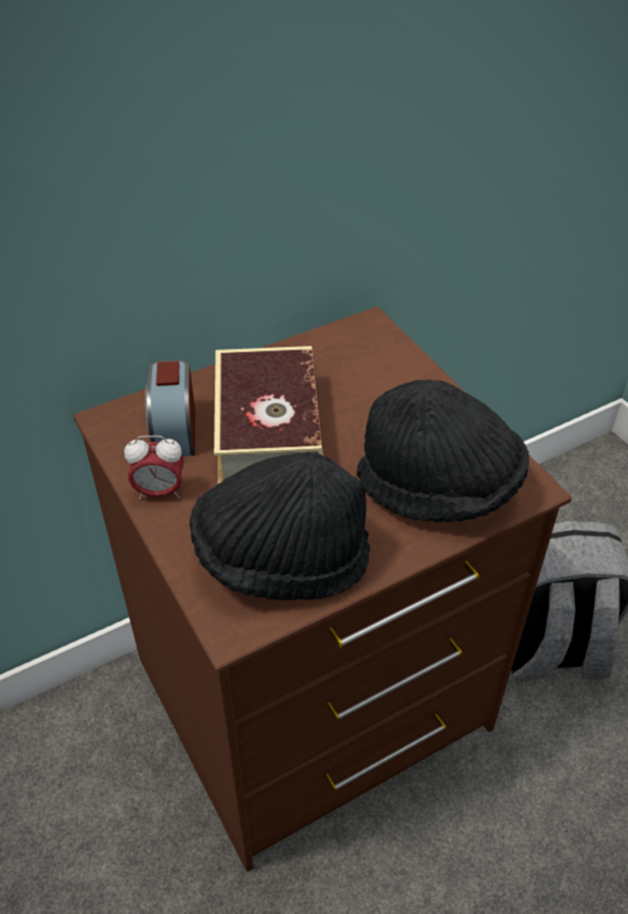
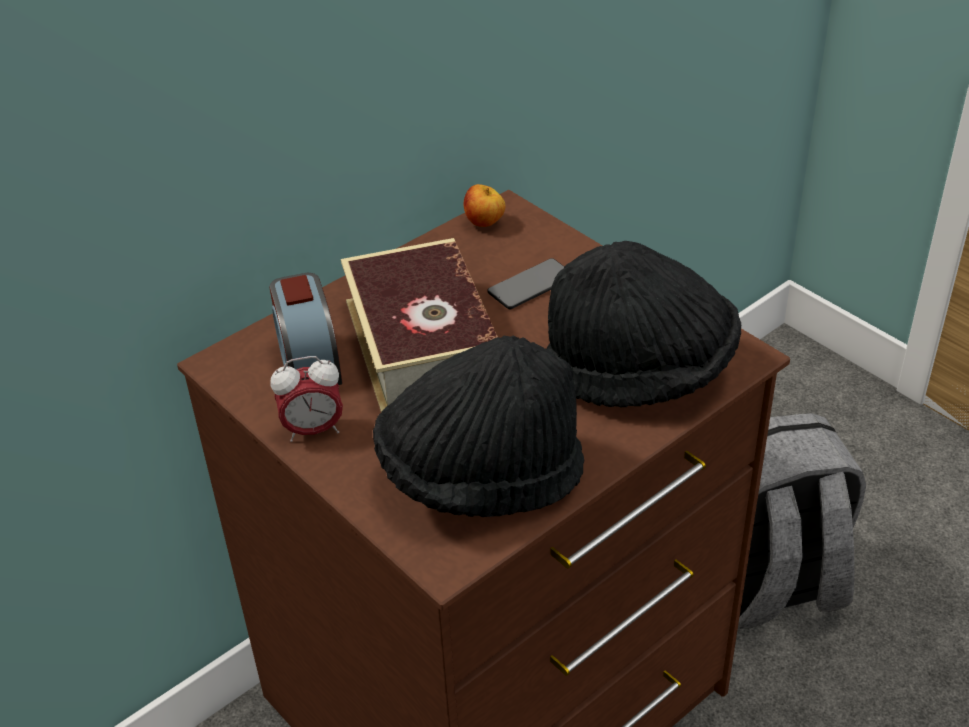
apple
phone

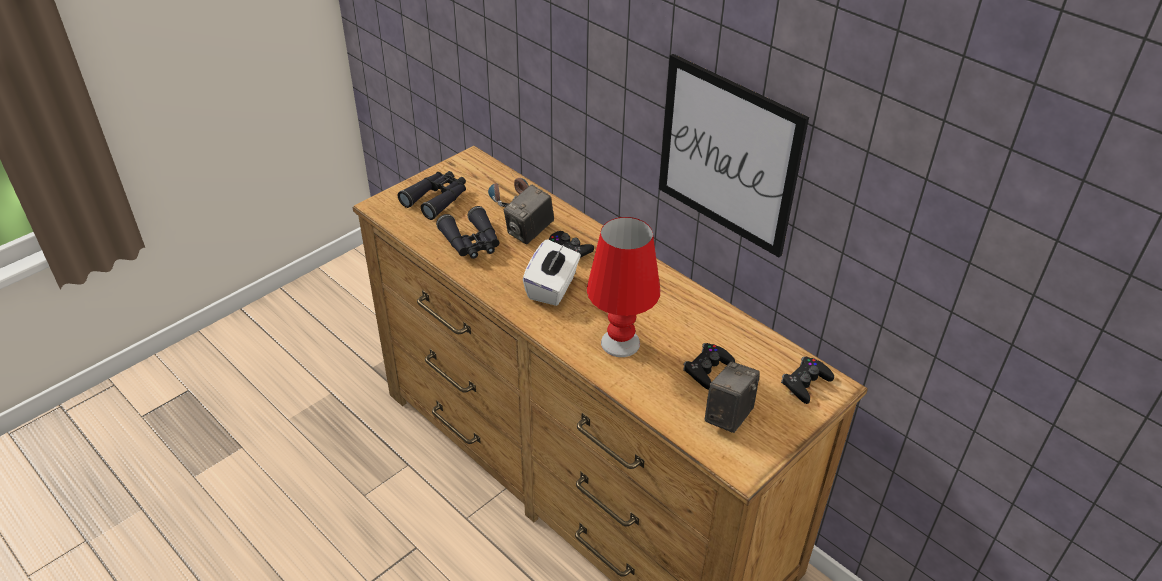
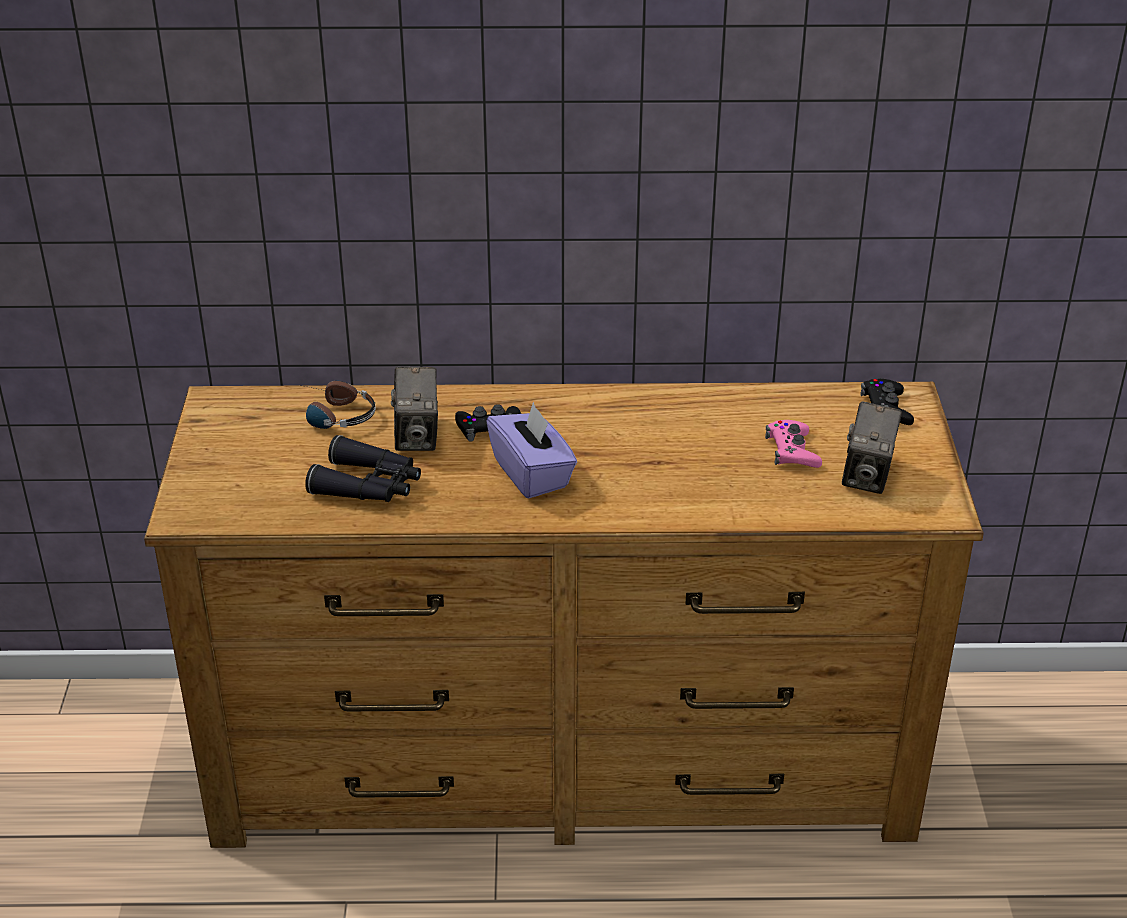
black_binoculars (1st from left in the first image)
red_table_lamp
picture
purple_tissue_box
pink_game_controller
photo_camera (2nd from left)

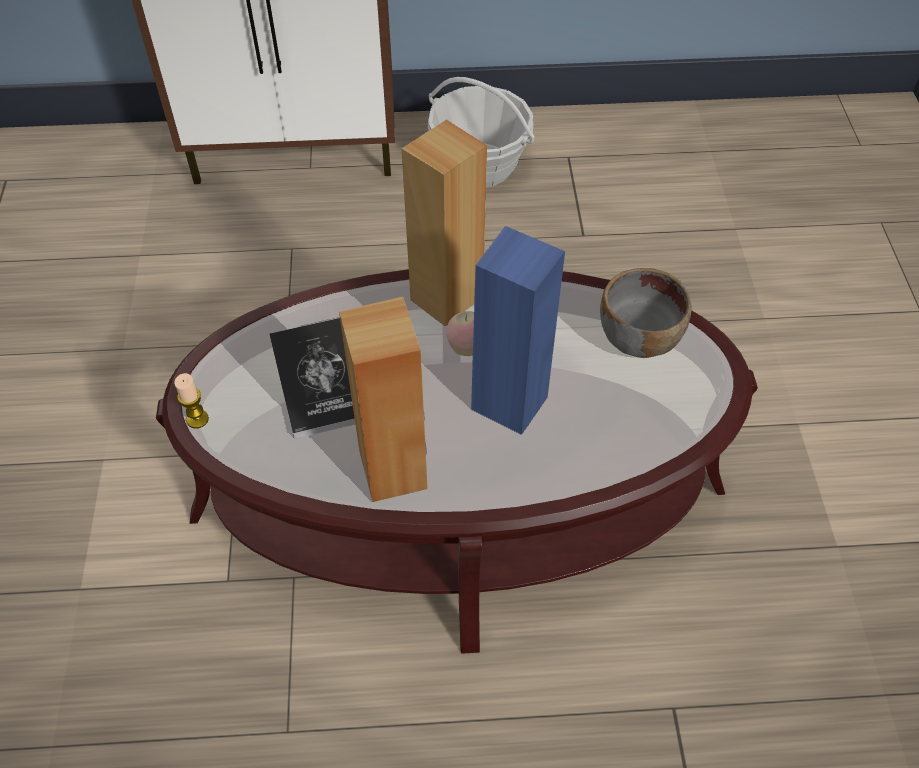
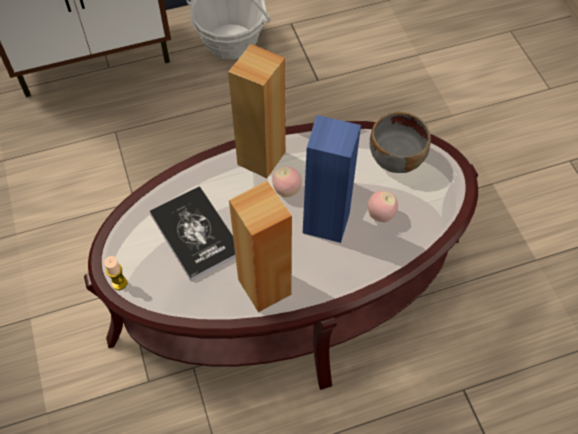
apple (2nd from left)

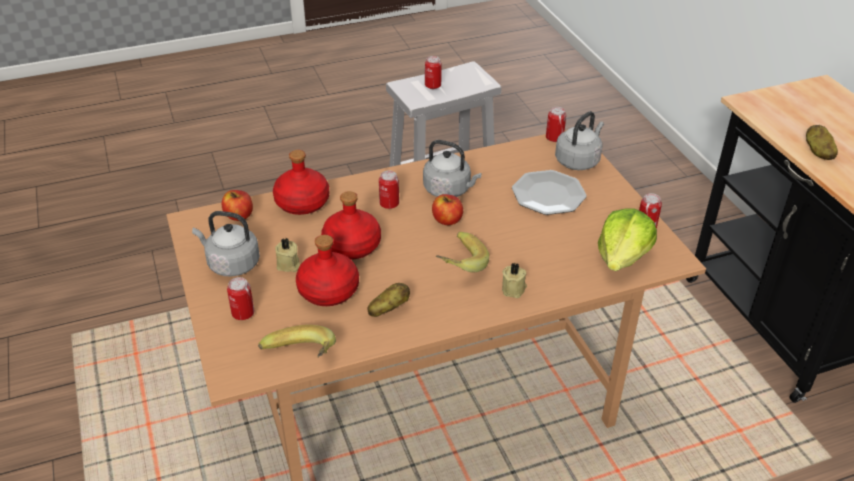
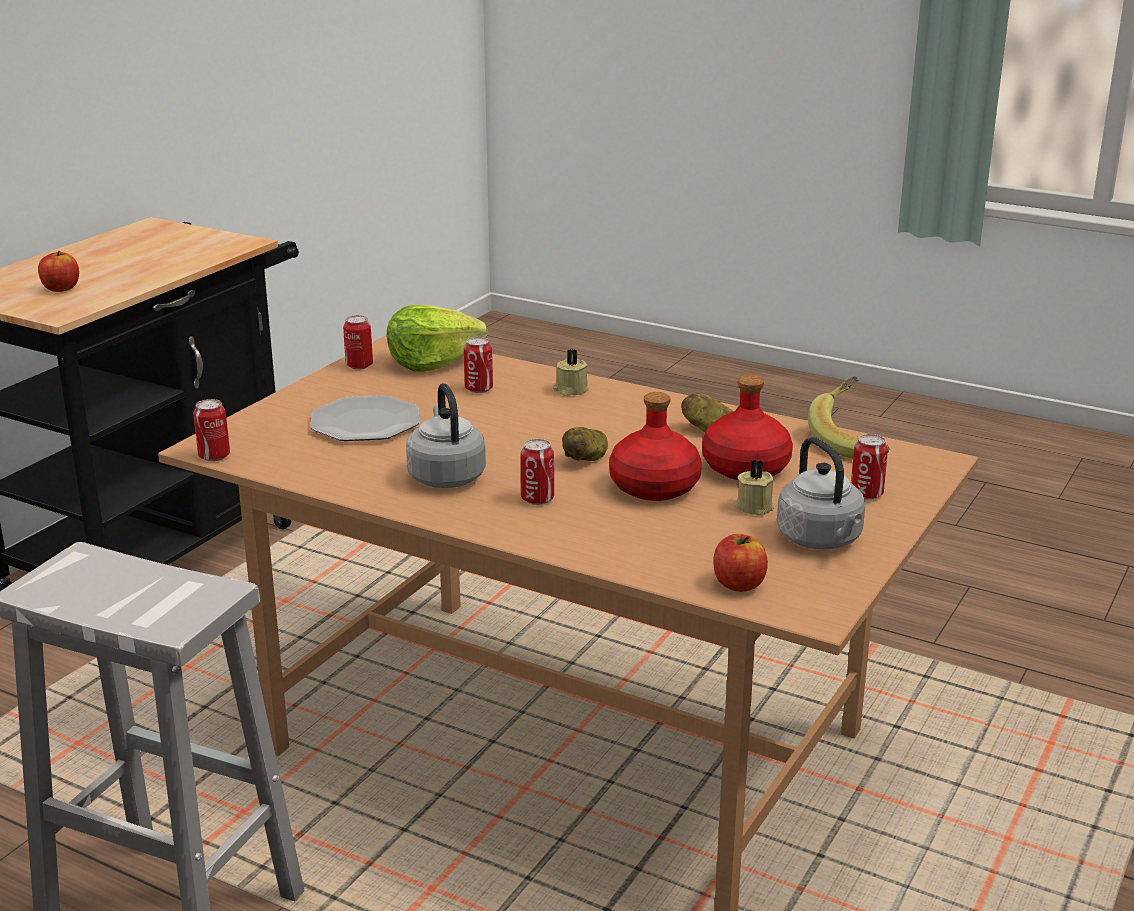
red_bottle (1st from left in the first image)
banana (2nd from left in the first image)
grey_kettle (3rd from left in the first image)
can (3rd from left)
apple (1st from left)
potato (1st from left)

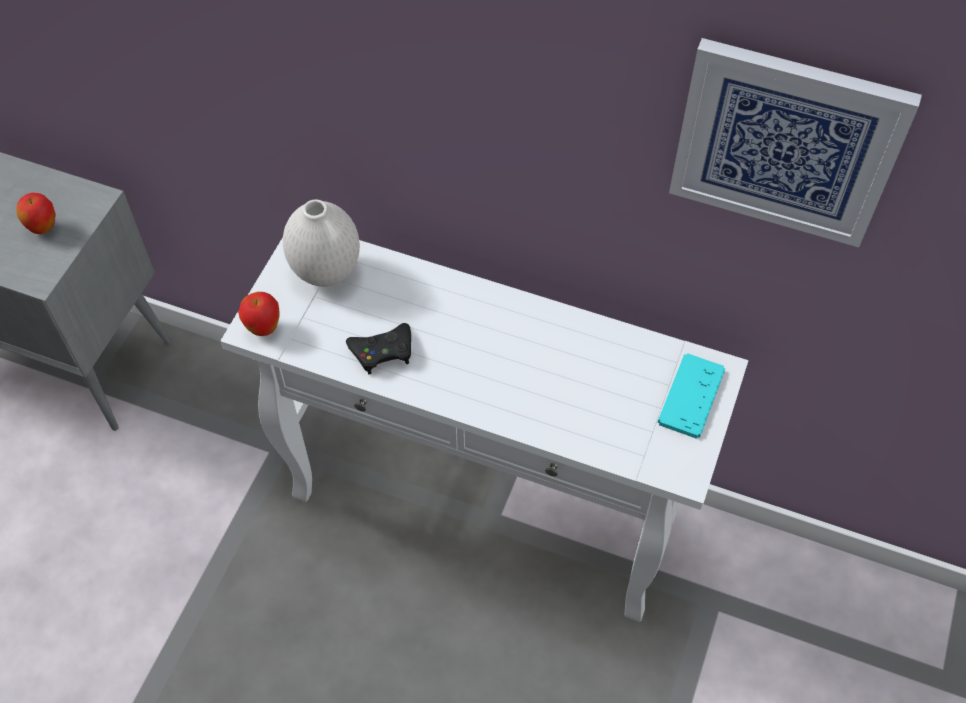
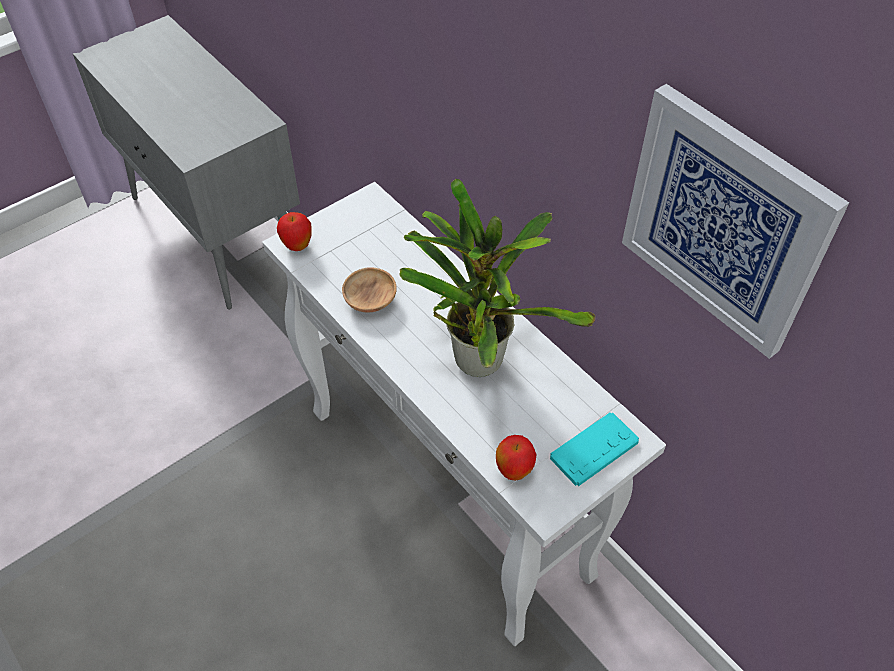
white_vase
potted_plant
apple (2nd from left)
brown_bowl

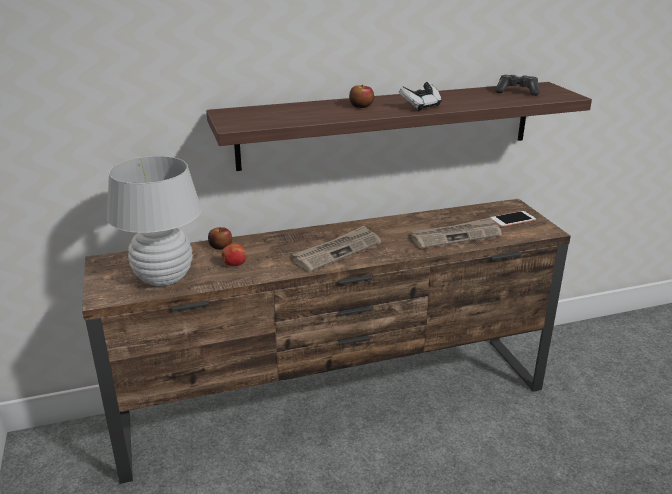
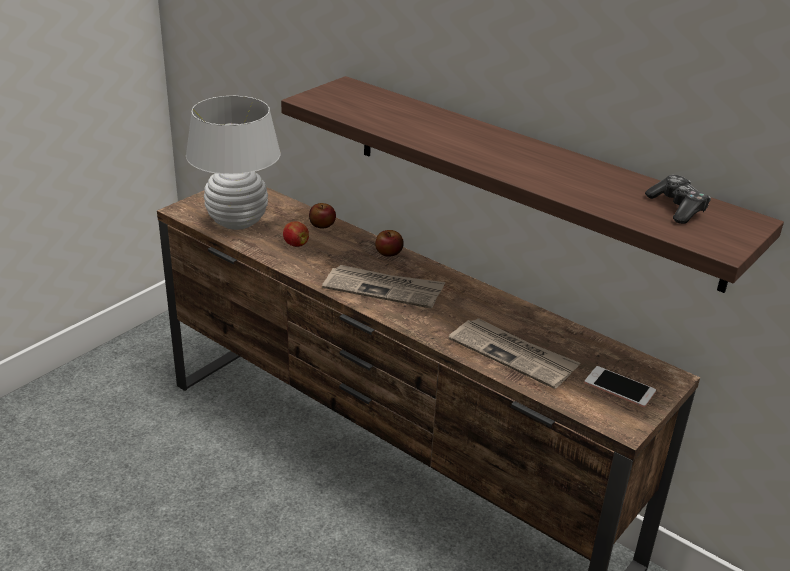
game_controller (1st from left in the first image)
apple (3rd from left)

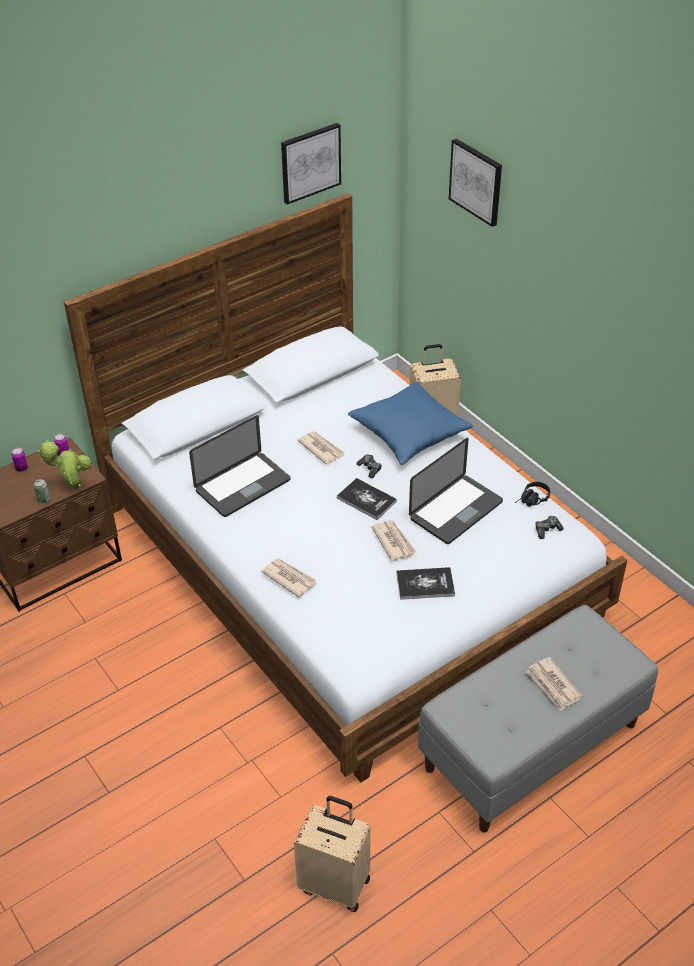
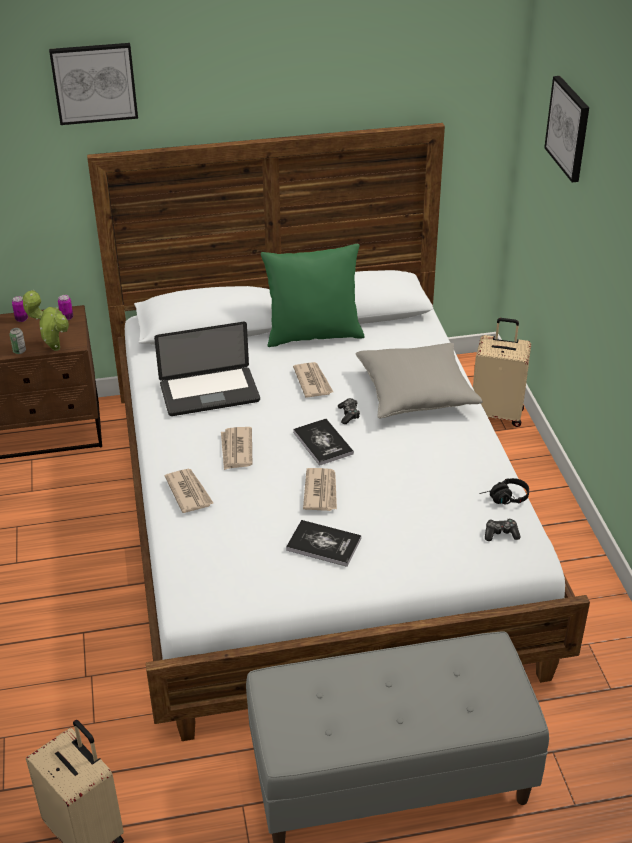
laptop (2nd from left in the first image)
green_pillow
picture (1st from left)
newspaper (2nd from left)
grey_pillow

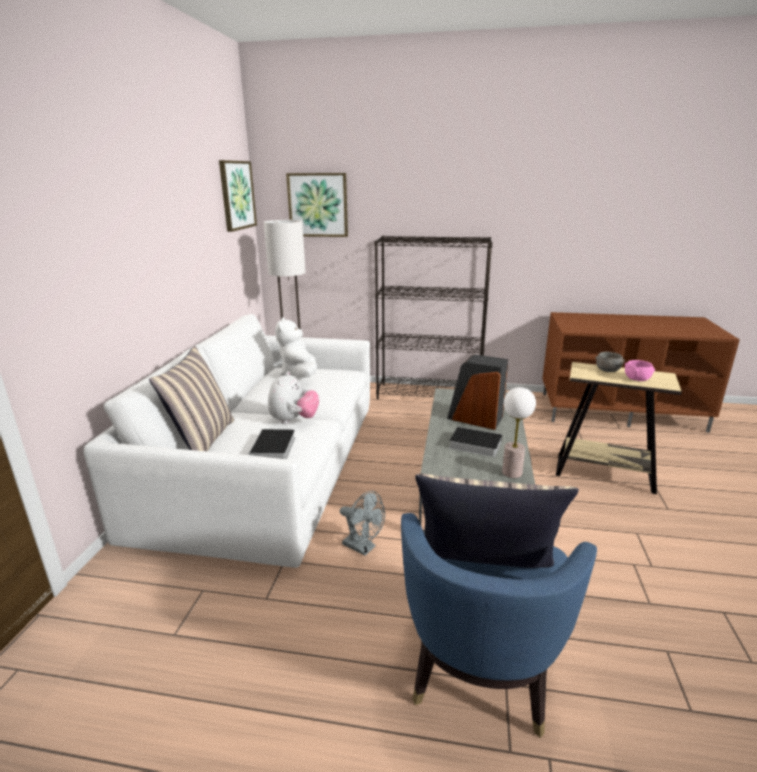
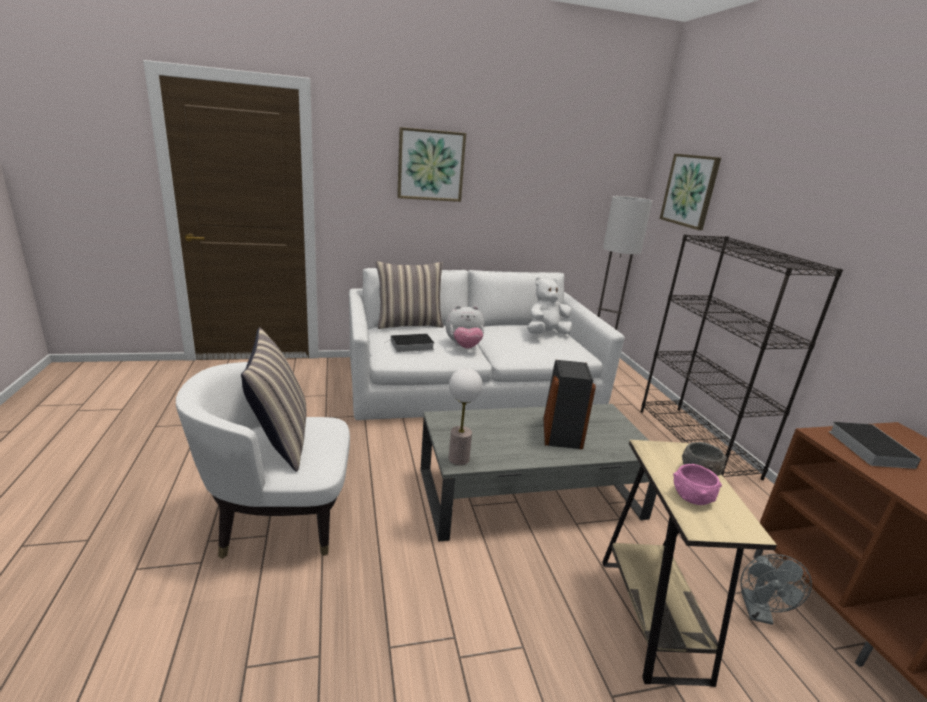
picture (1st from left)
grey_fan
book (2nd from left)
white_armchair

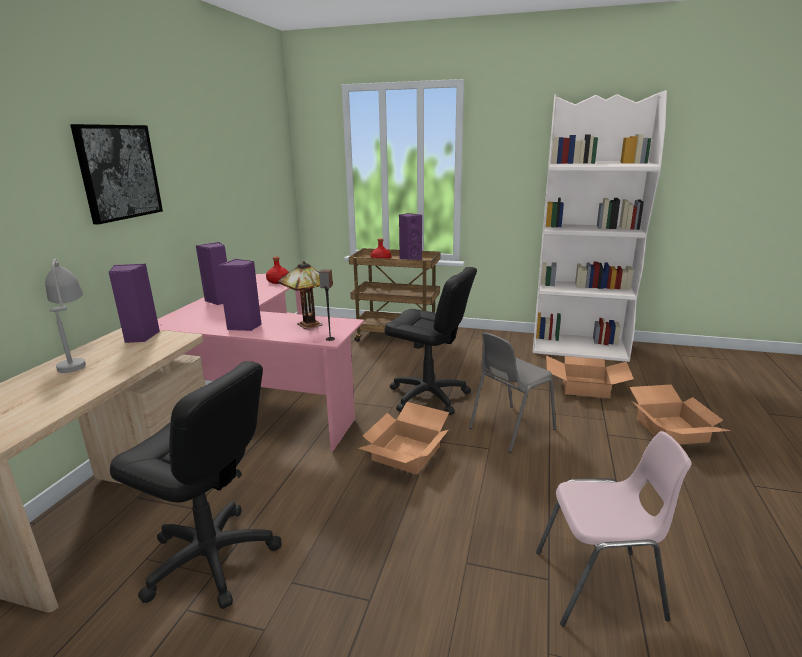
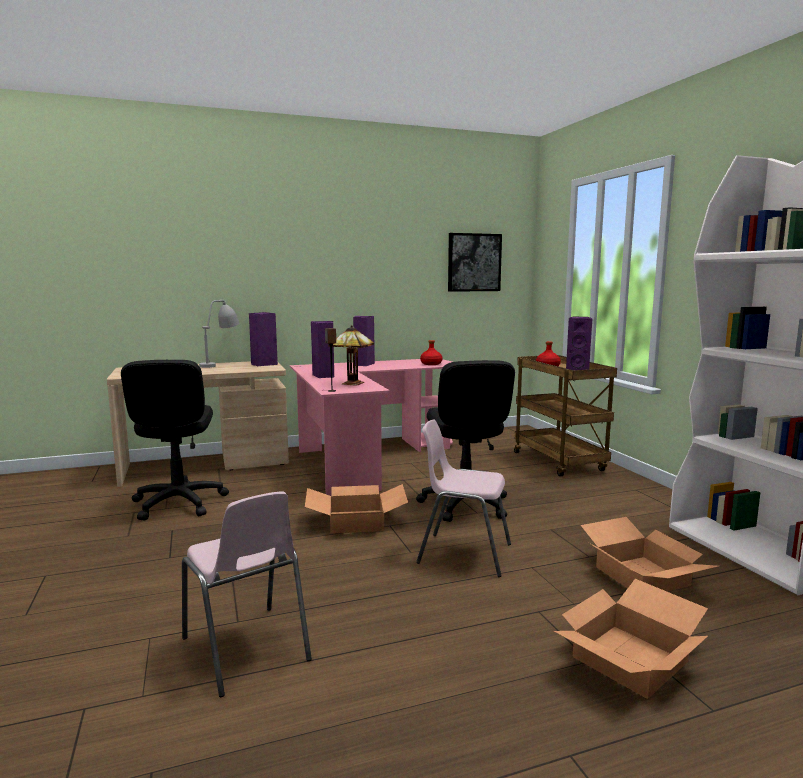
picture
pink_chair (2nd from left)

